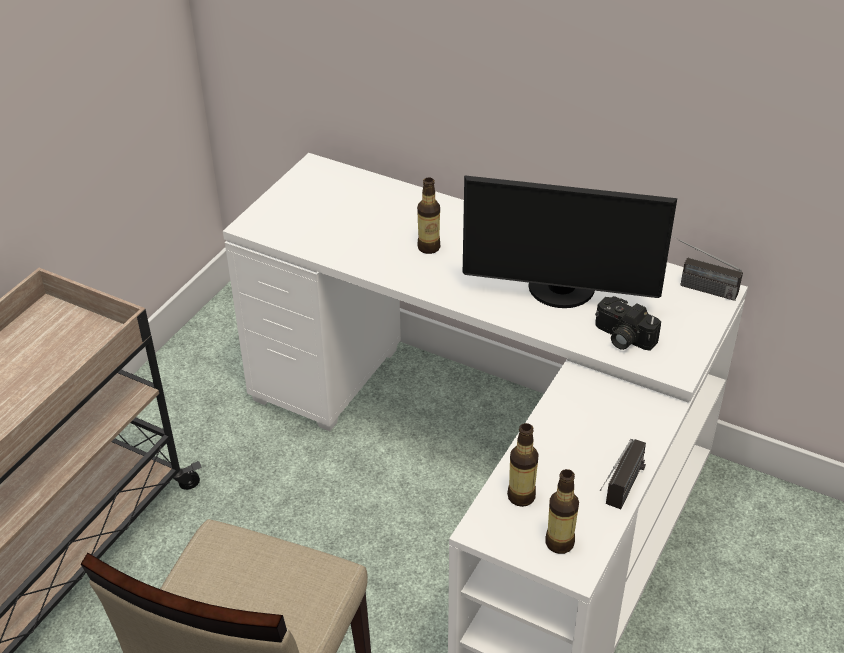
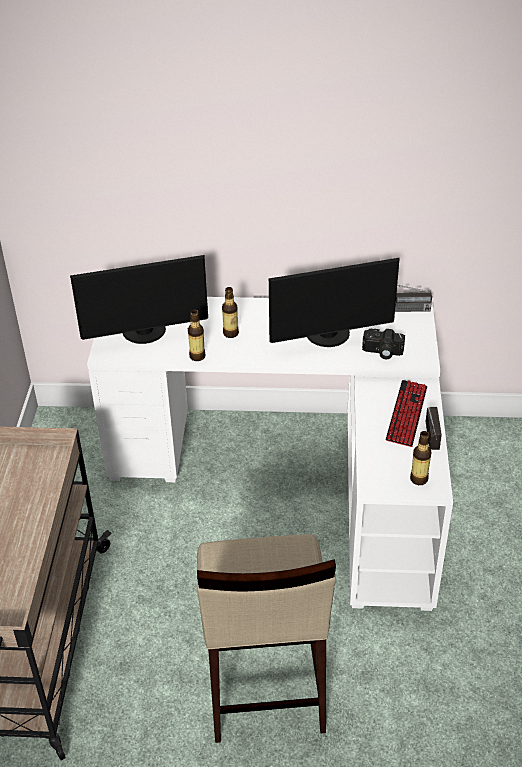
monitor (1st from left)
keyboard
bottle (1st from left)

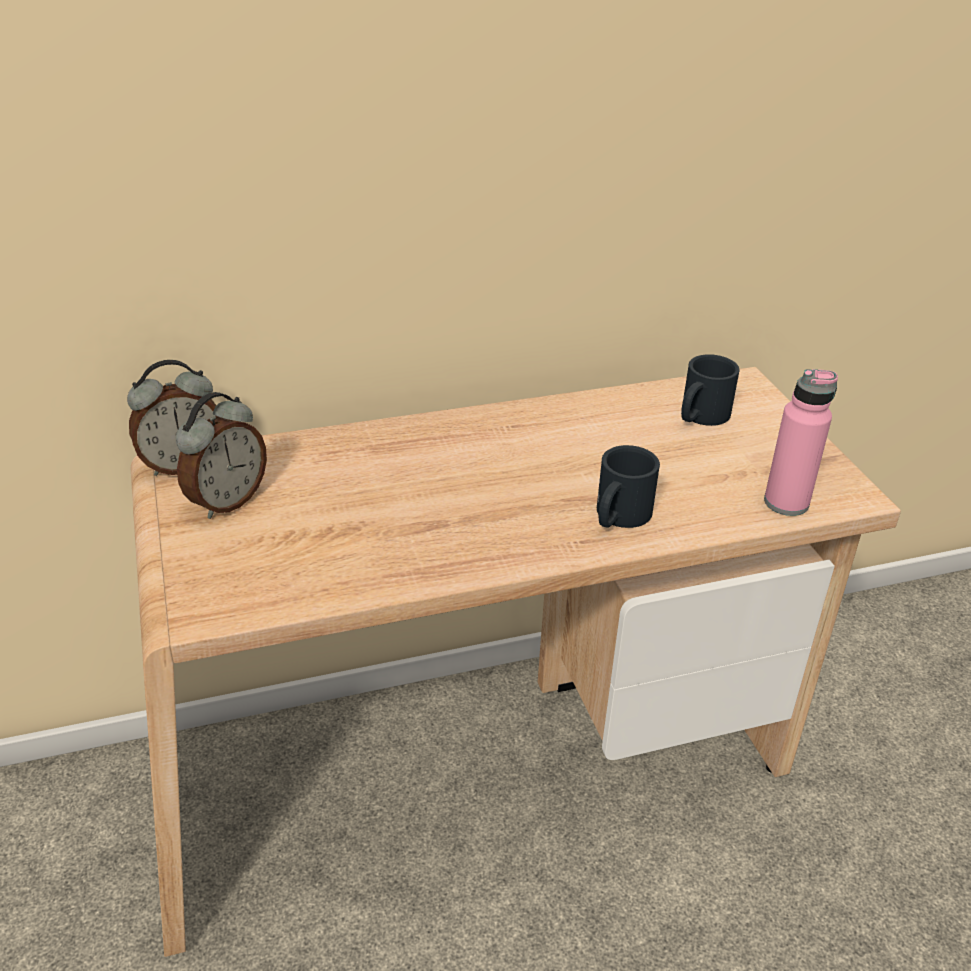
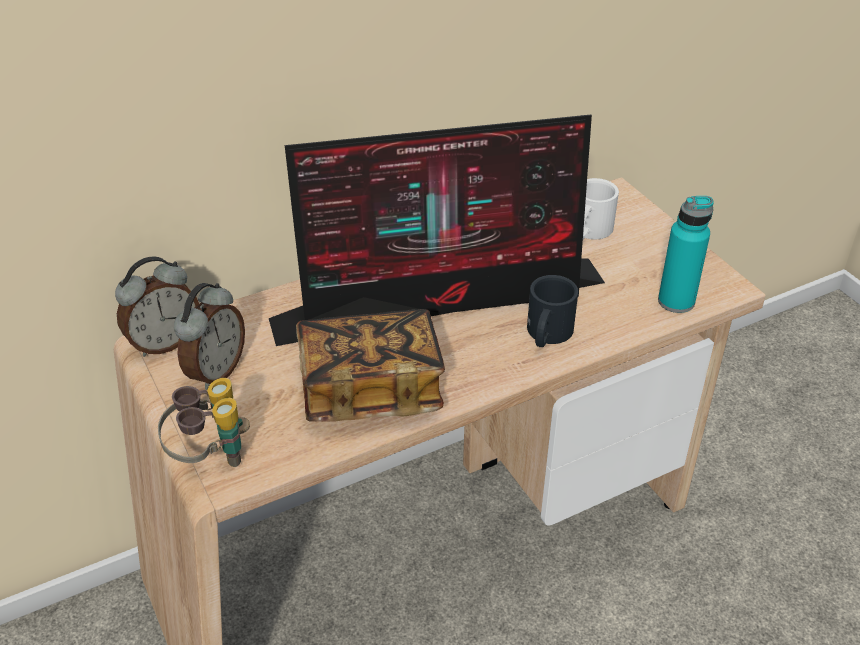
binoculars
monitor
book
white_mug
turquoise_bottle

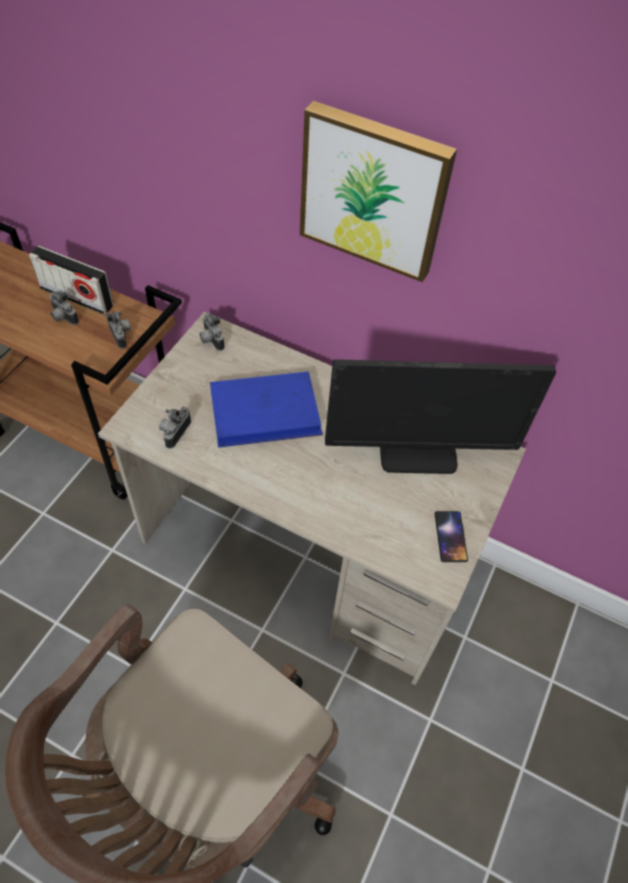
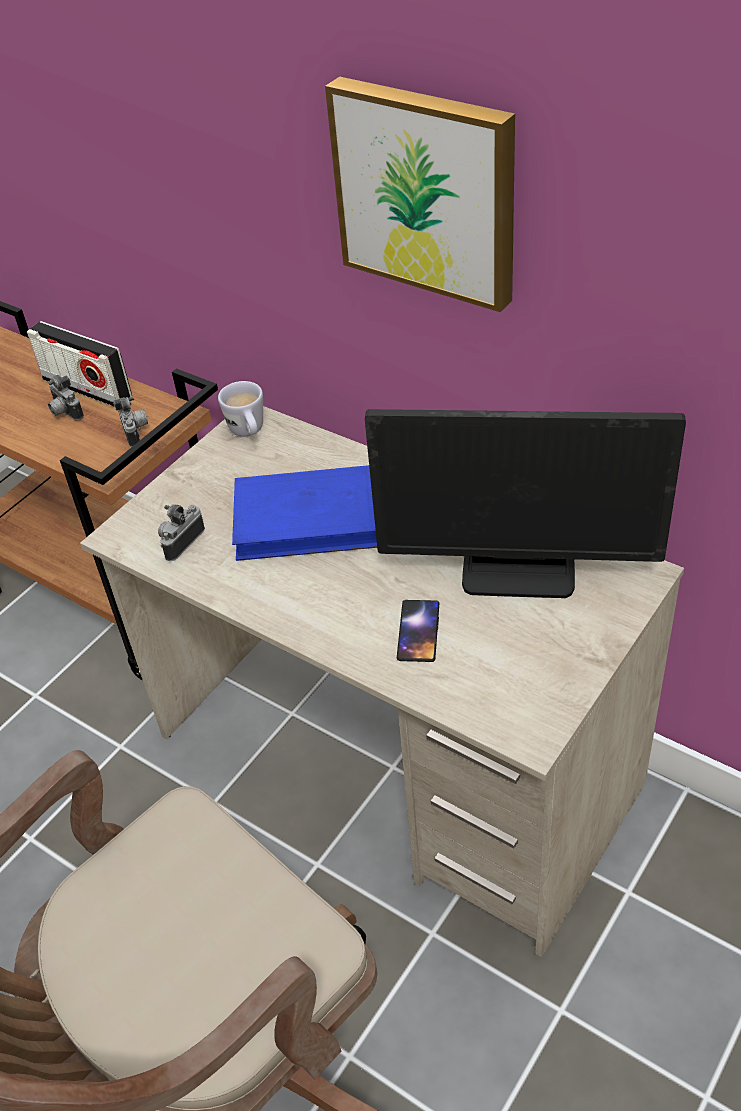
phone
white_mug

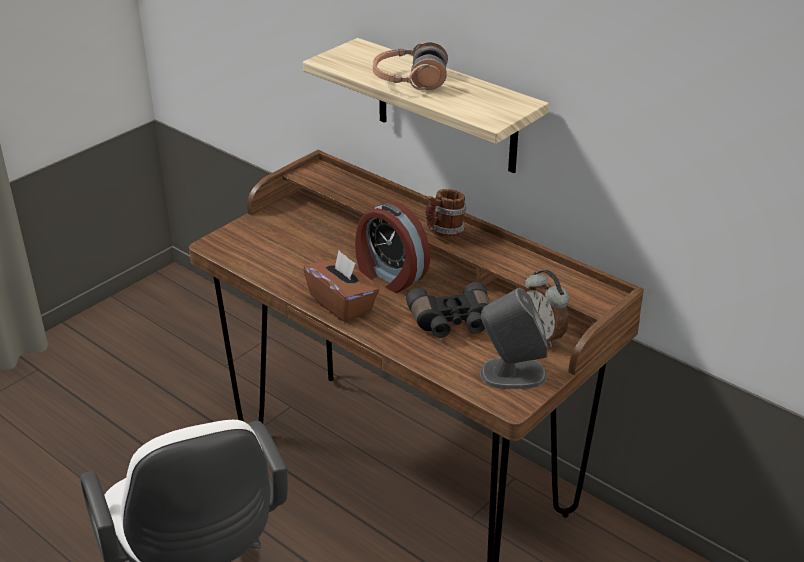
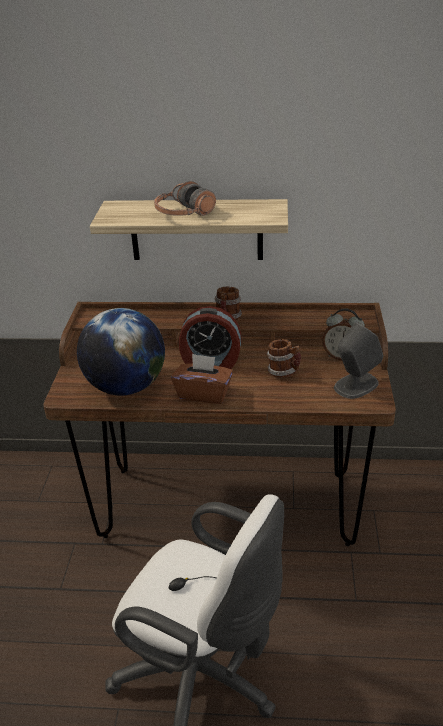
globe
mug (2nd from left)

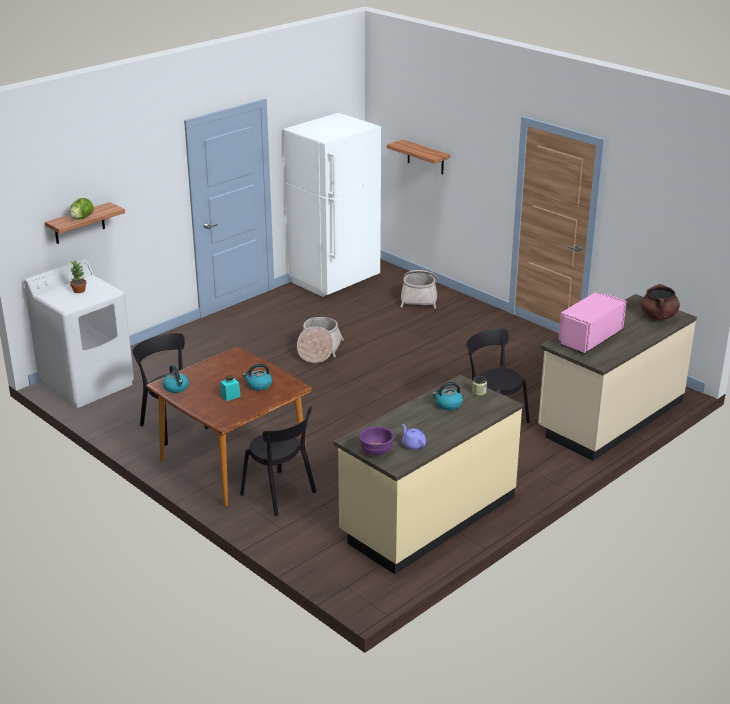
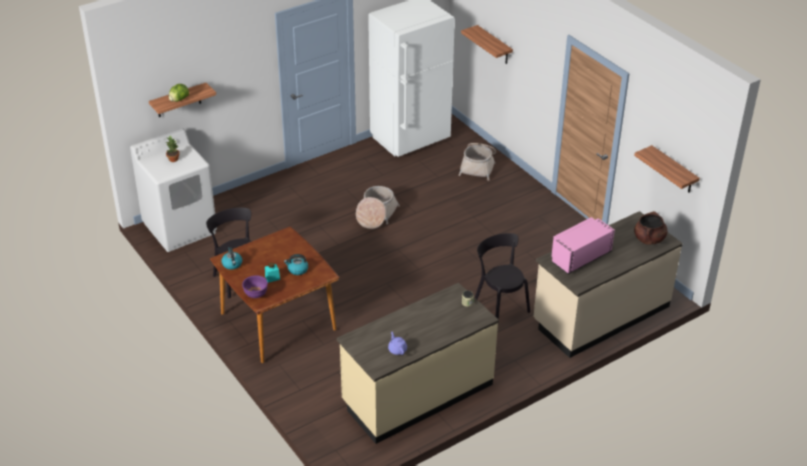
black_chair (2nd from left in the first image)
kettle (3rd from left in the first image)
shelf (3rd from left)
purple_bowl

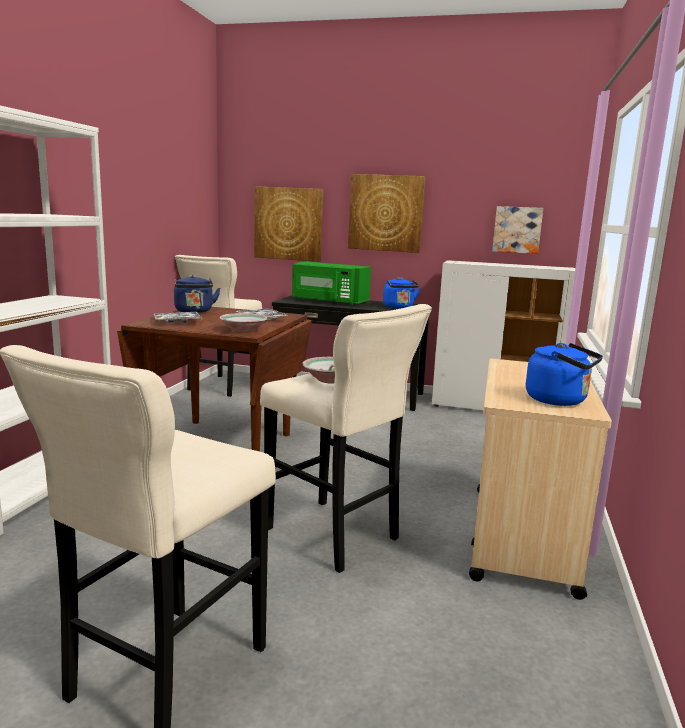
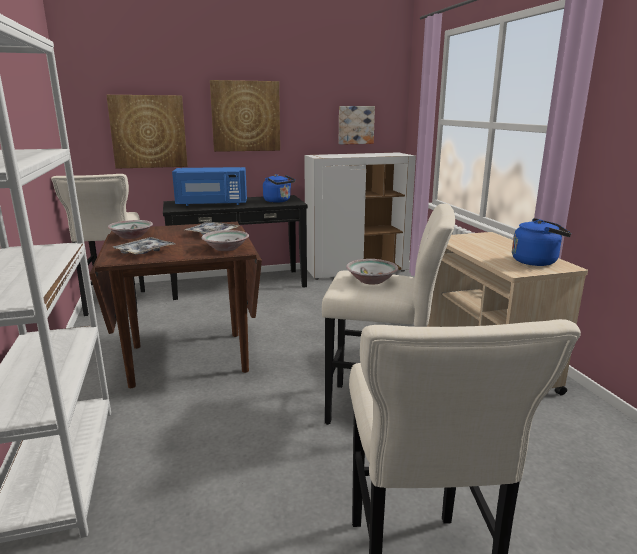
bowl (1st from left)
blue_microwave

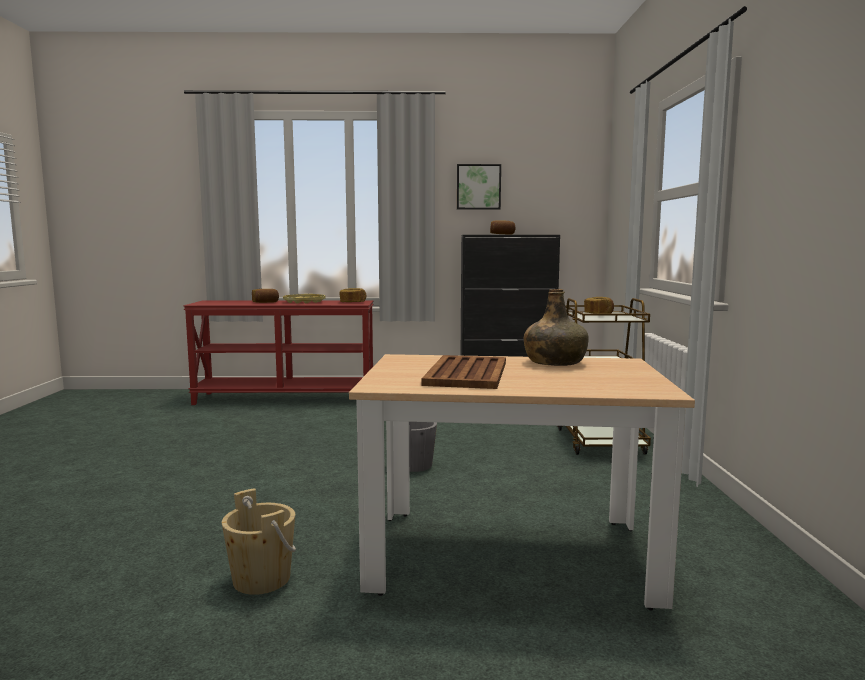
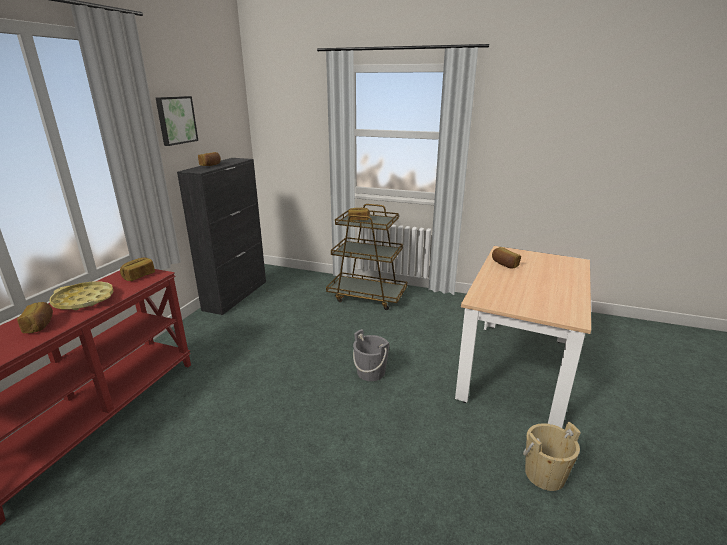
brown_tray
bread (5th from left)

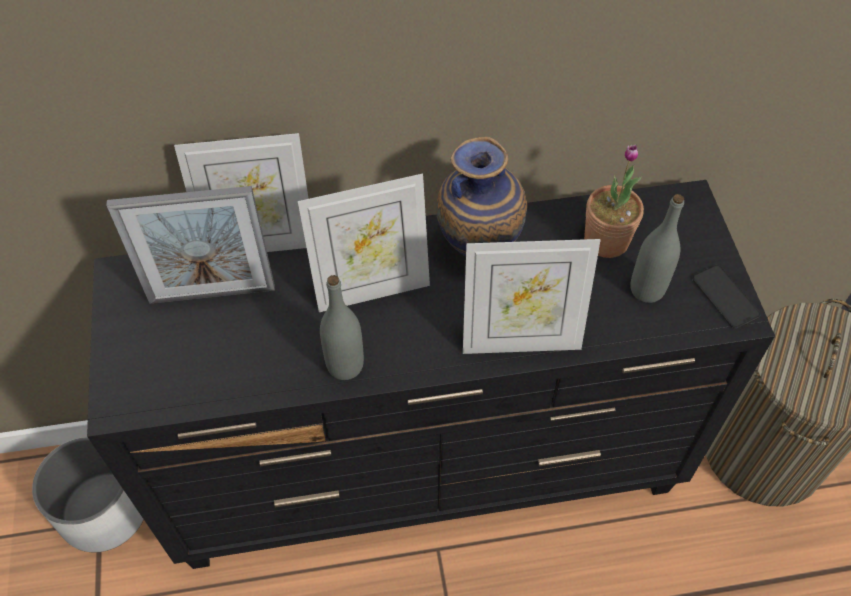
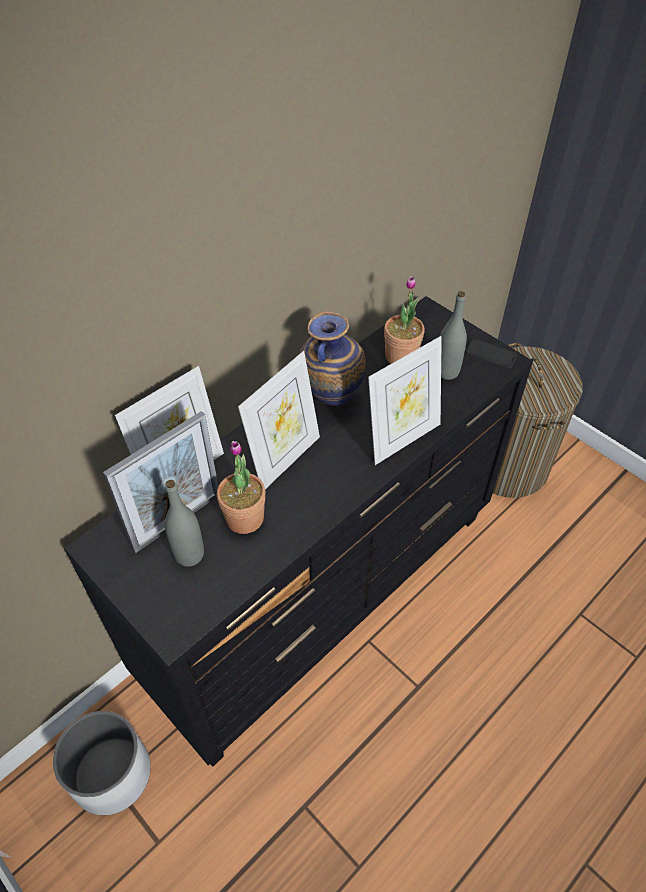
potted_plant (1st from left)
grey_bottle (1st from left)

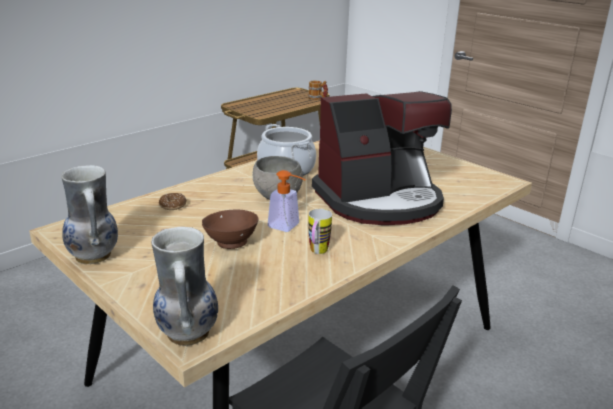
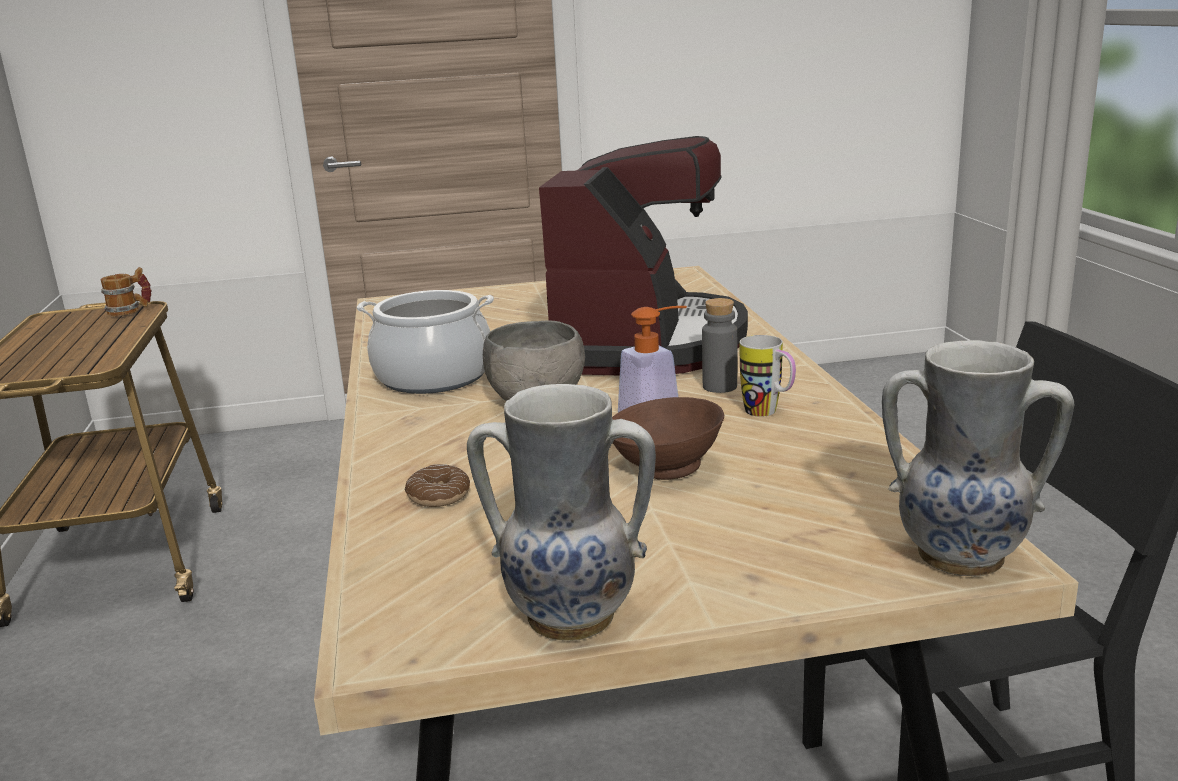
grey_bottle

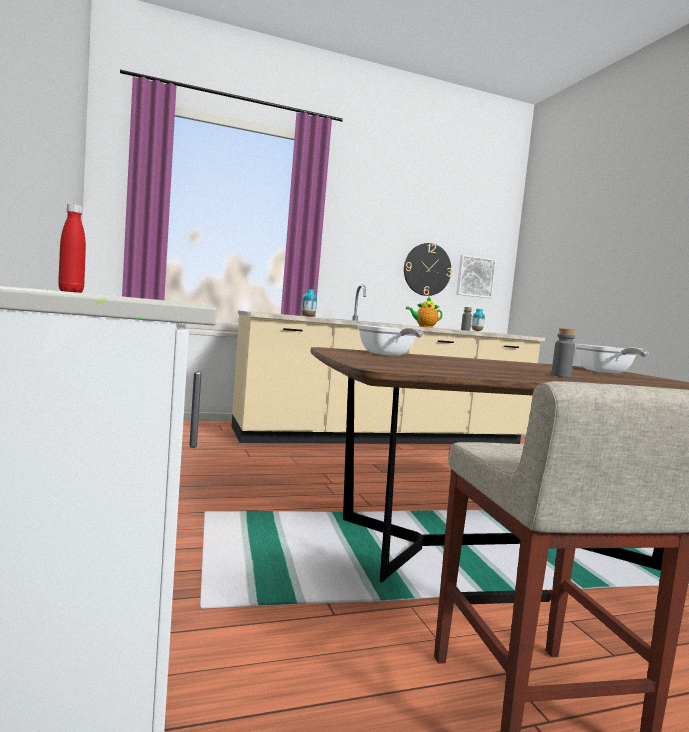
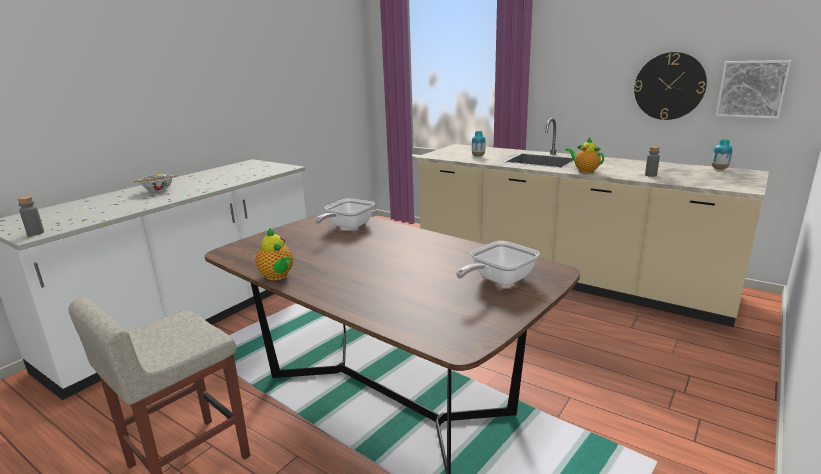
teapot (1st from left)
grey_bottle (1st from left)
bowl

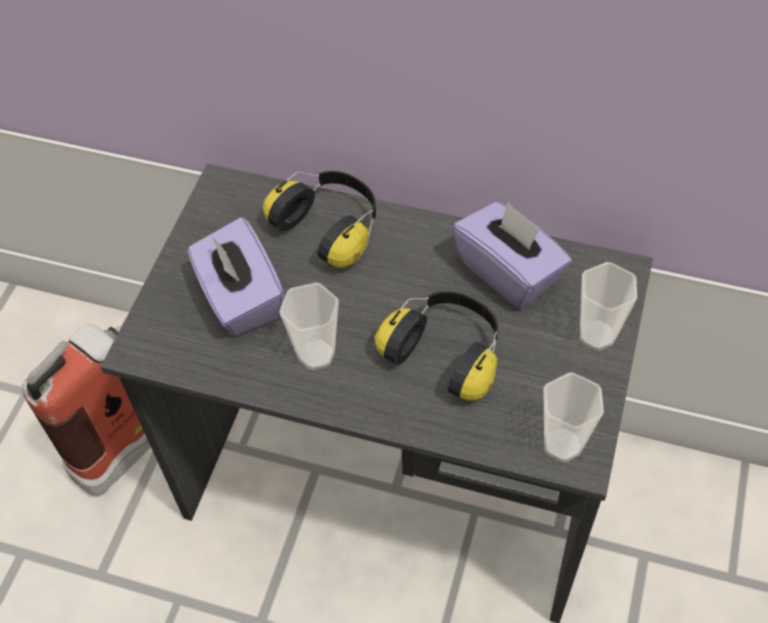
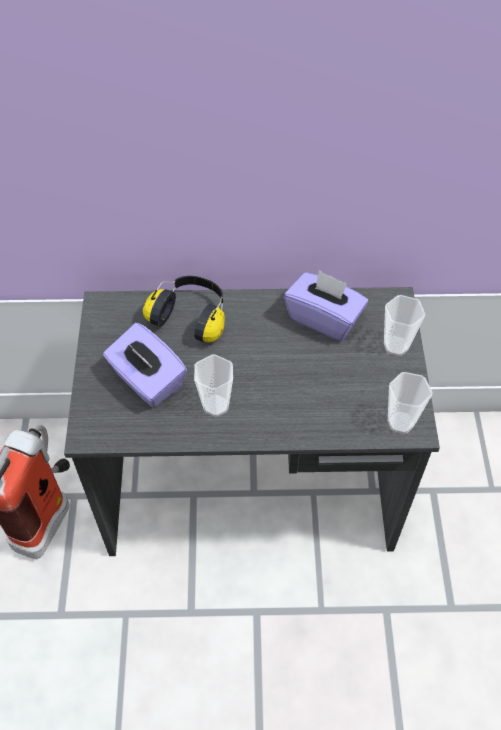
headphones (2nd from left in the first image)

